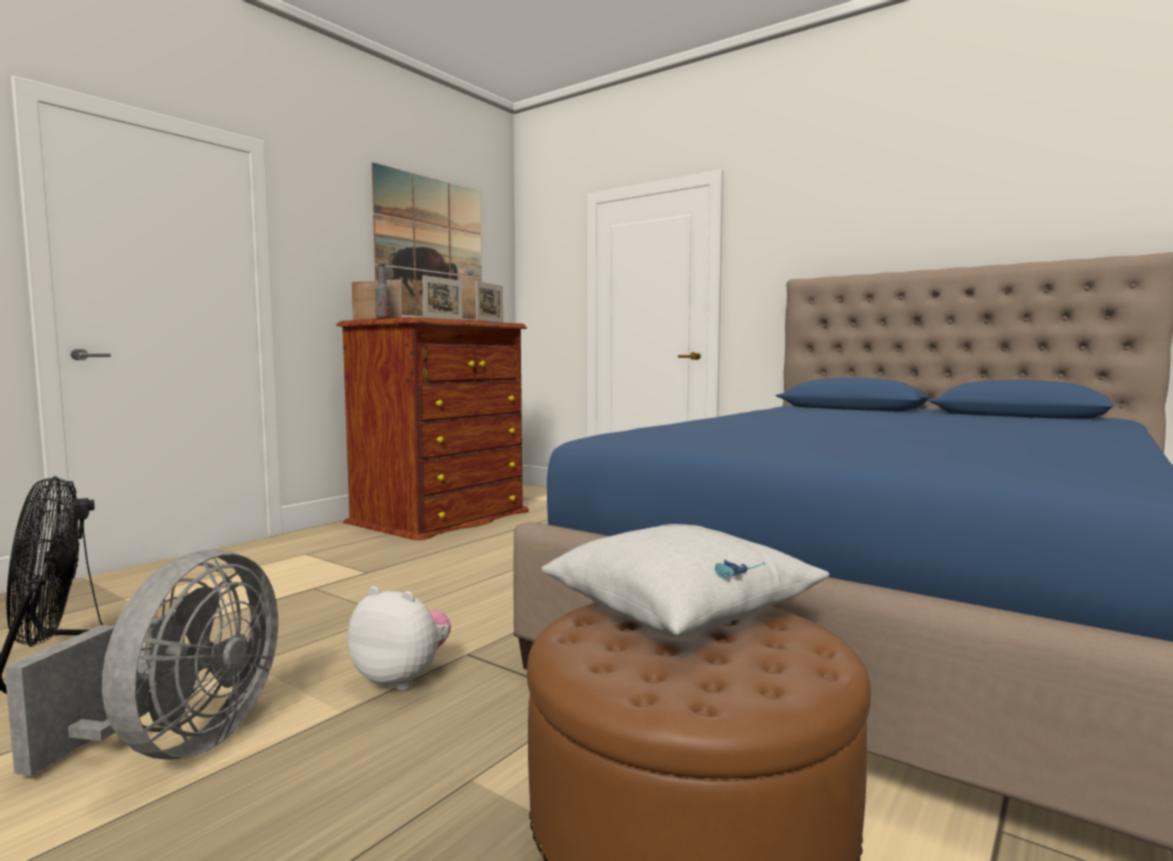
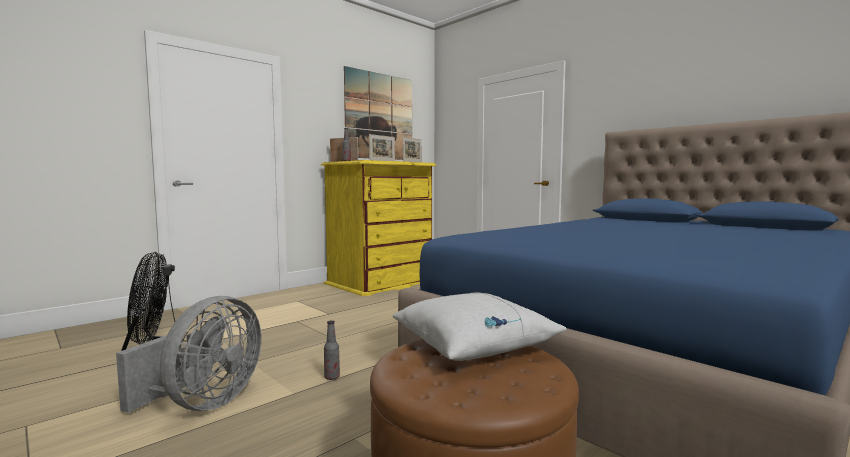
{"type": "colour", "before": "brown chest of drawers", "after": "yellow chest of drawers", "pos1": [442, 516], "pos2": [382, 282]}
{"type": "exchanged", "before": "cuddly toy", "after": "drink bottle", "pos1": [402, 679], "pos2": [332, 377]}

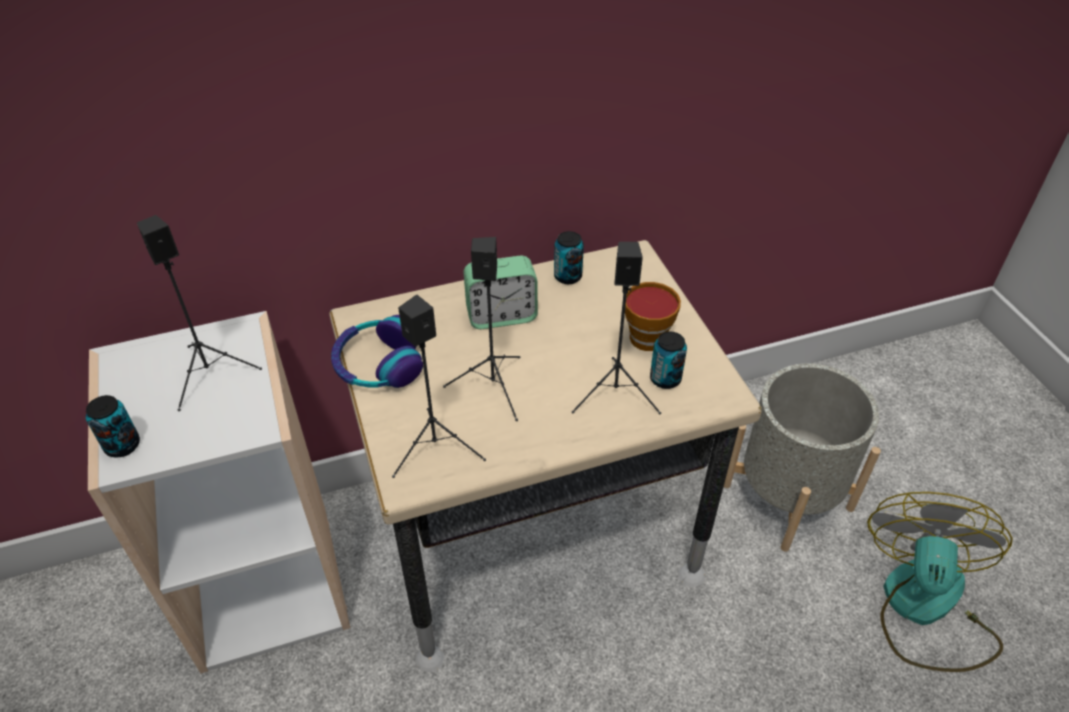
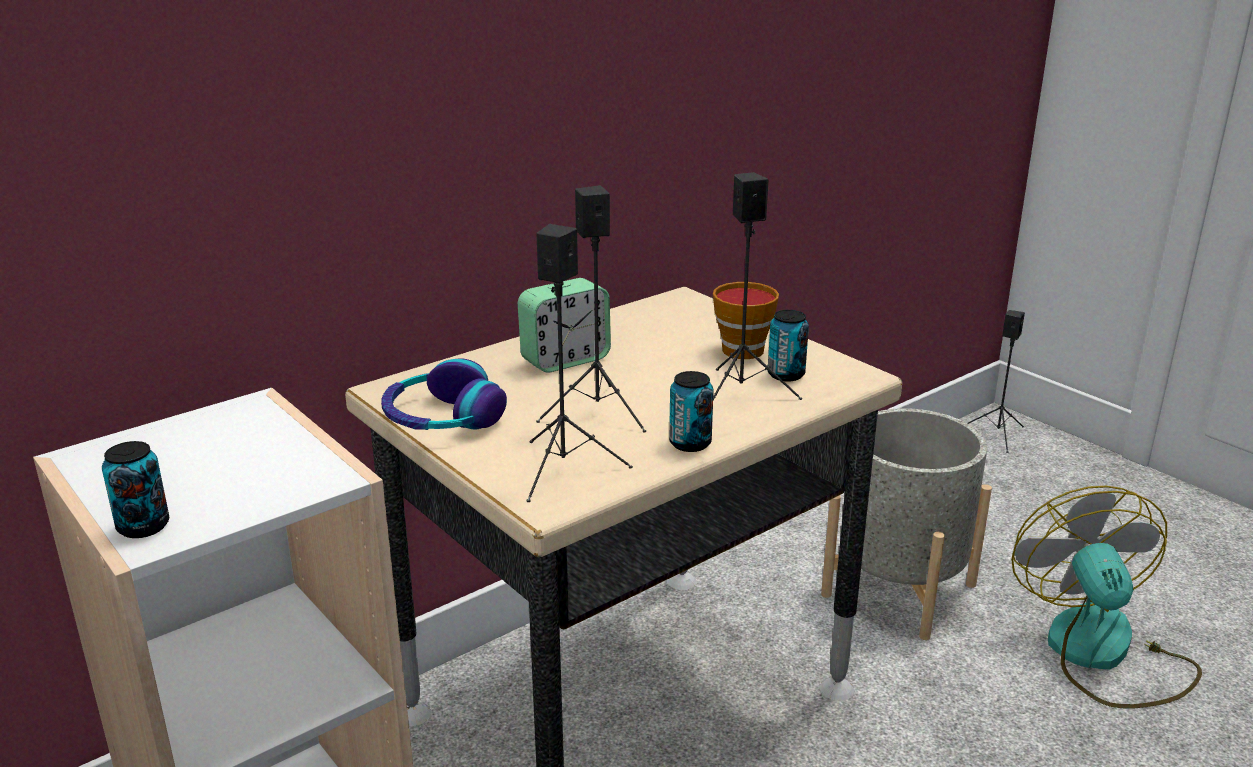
{"type": "relocated", "before": "black-coloured speaker", "pos1": [211, 374], "pos2": [997, 434]}
{"type": "relocated", "before": "metal can", "pos1": [568, 276], "pos2": [690, 443]}

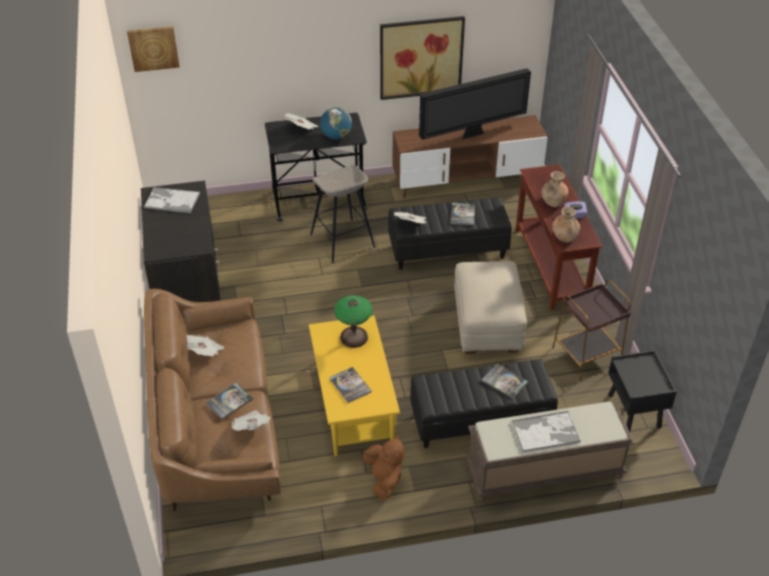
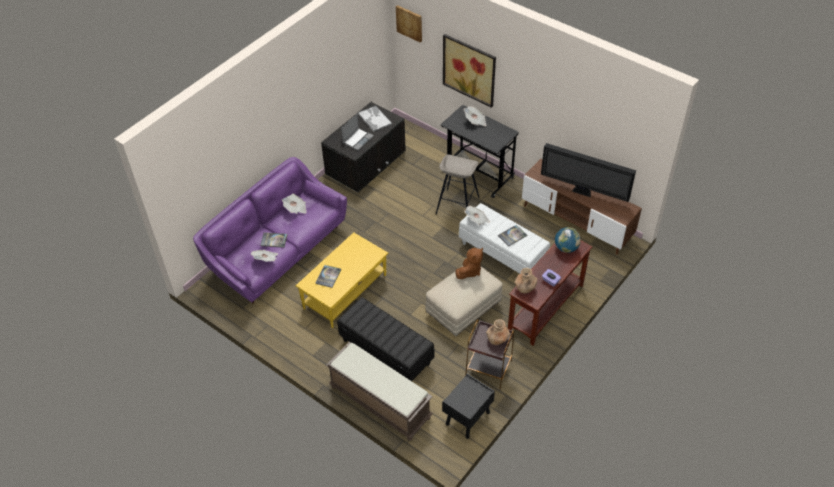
{"type": "relocated", "before": "wall art", "pos1": [421, 57], "pos2": [469, 70]}
{"type": "relocated", "before": "desk globe", "pos1": [336, 136], "pos2": [566, 248]}
{"type": "relocated", "before": "brown vase", "pos1": [553, 201], "pos2": [497, 339]}
{"type": "colour", "before": "black-coloured pouffe", "after": "white pouffe", "pos1": [447, 251], "pos2": [503, 254]}
{"type": "colour", "before": "brown settee", "after": "purple settee", "pos1": [217, 427], "pos2": [277, 252]}
{"type": "missing", "before": "lamp for a table", "pos1": [354, 337]}
{"type": "missing", "before": "book", "pos1": [504, 381]}
{"type": "missing", "before": "carrying tray", "pos1": [546, 432]}
{"type": "relocated", "before": "brown cuddly toy", "pos1": [384, 479], "pos2": [469, 271]}
{"type": "appeared", "after": "laptop", "pos2": [358, 139]}

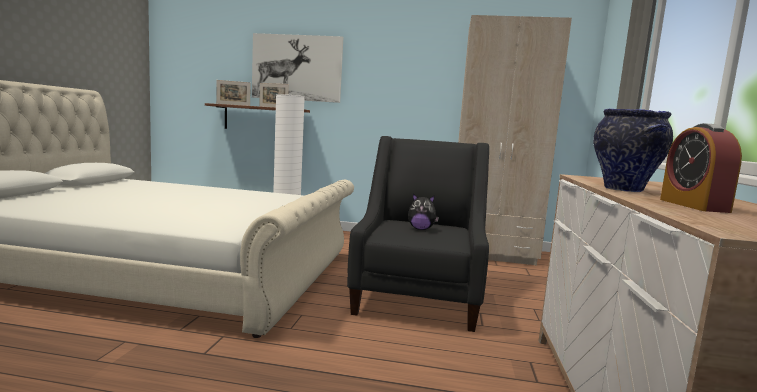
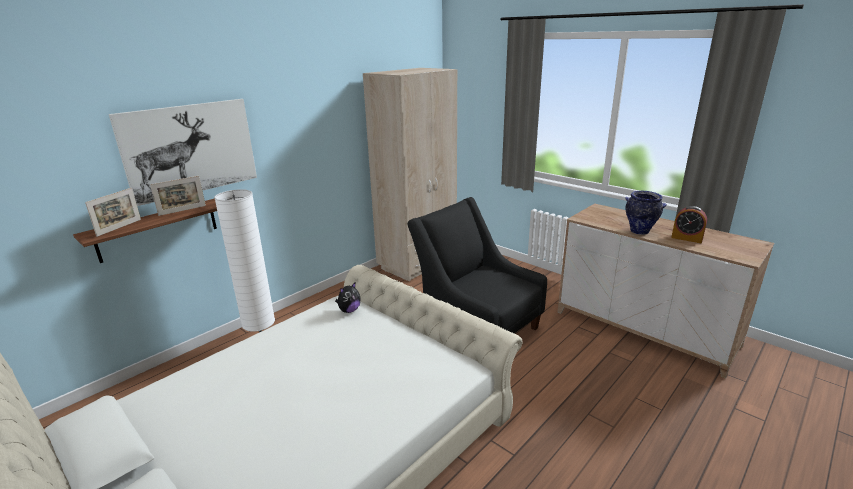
{"type": "relocated", "before": "cuddly toy", "pos1": [421, 229], "pos2": [349, 310]}

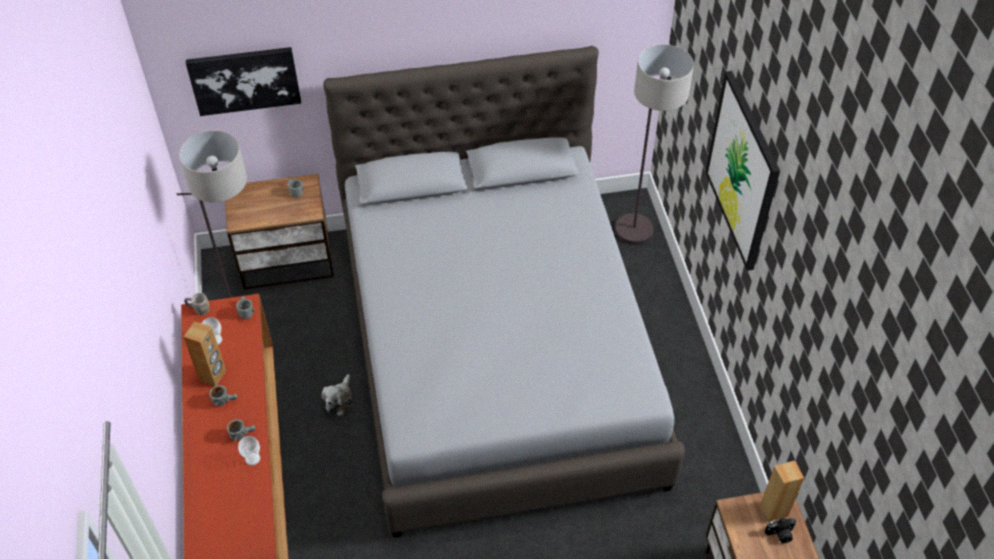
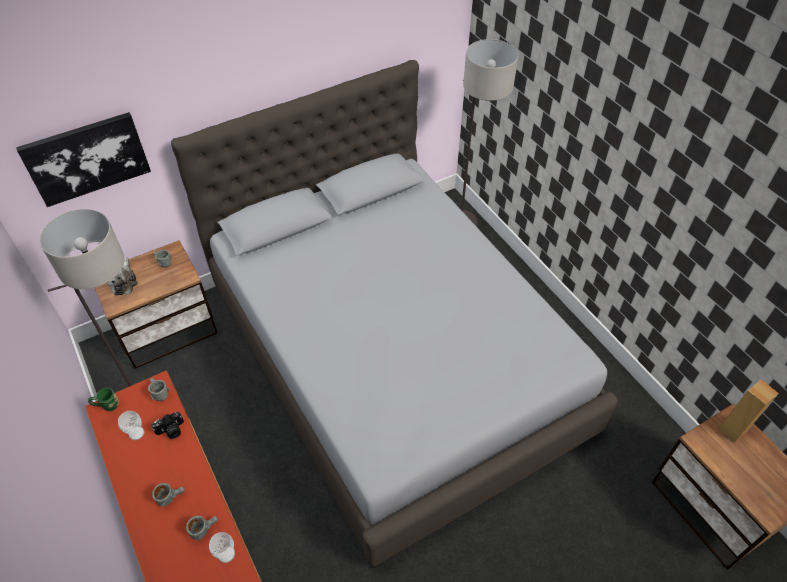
{"type": "missing", "before": "wall art", "pos1": [742, 171]}
{"type": "colour", "before": "greyish mug", "after": "greenish mug", "pos1": [199, 309], "pos2": [107, 405]}
{"type": "missing", "before": "brown speaker", "pos1": [213, 375]}
{"type": "relocated", "before": "cuddly toy", "pos1": [339, 400], "pos2": [124, 282]}
{"type": "relocated", "before": "still camera", "pos1": [780, 534], "pos2": [171, 431]}

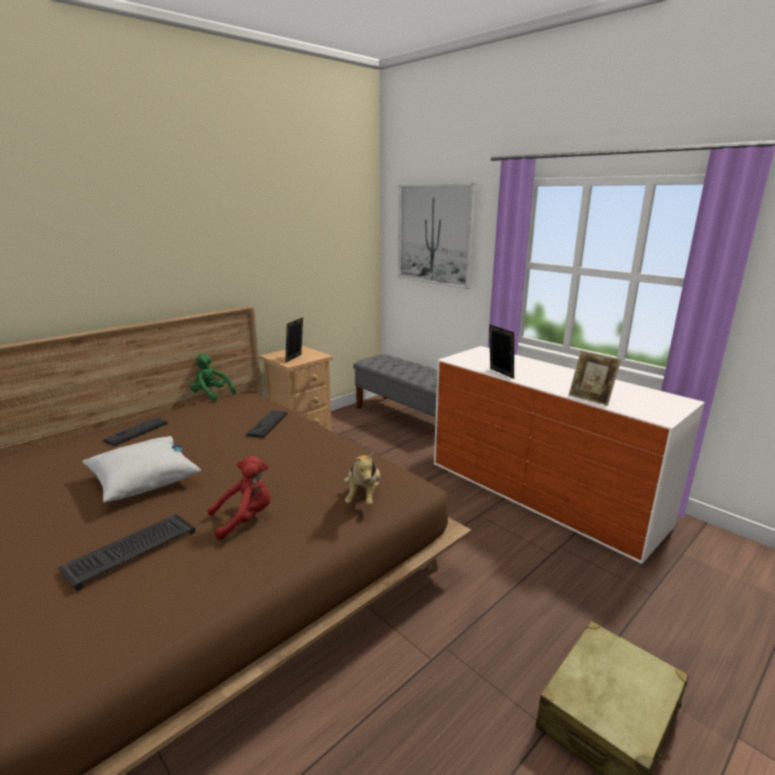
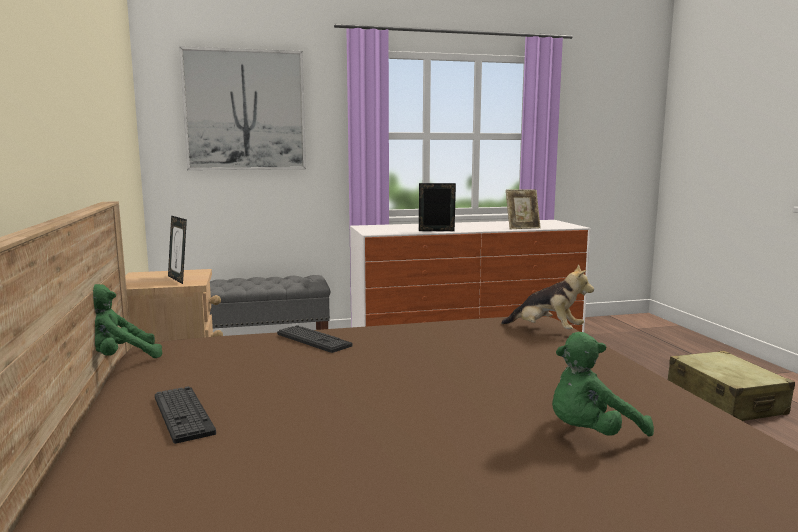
{"type": "missing", "before": "greyish throw pillow", "pos1": [144, 481]}
{"type": "missing", "before": "reddish cuddly toy", "pos1": [245, 519]}
{"type": "exchanged", "before": "keyboard", "after": "greenish cuddly toy", "pos1": [131, 549], "pos2": [591, 434]}

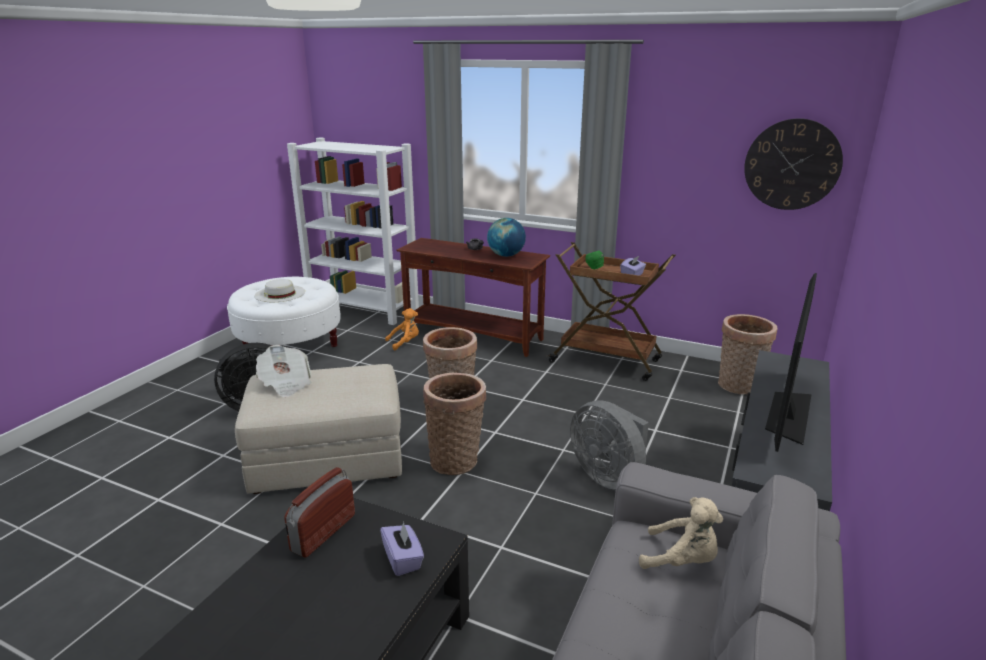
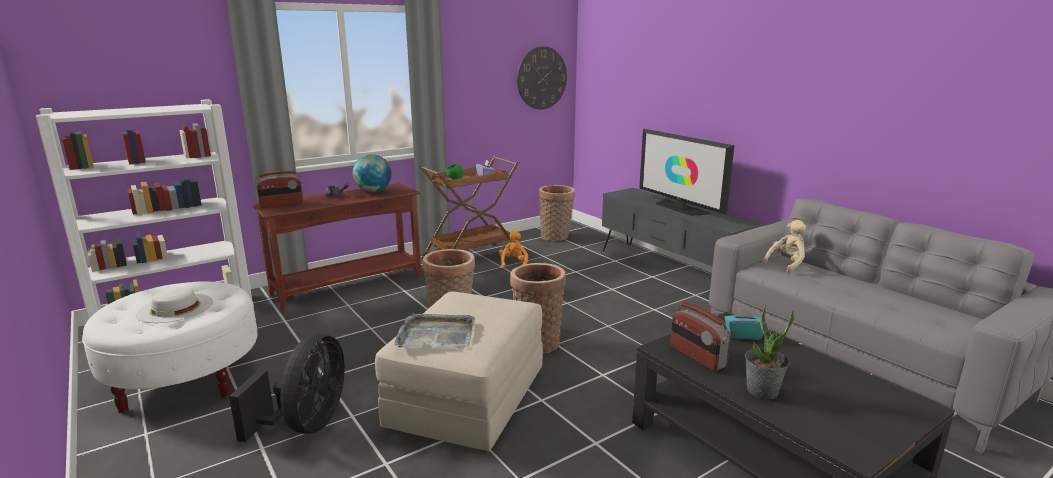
{"type": "relocated", "before": "orange cuddly toy", "pos1": [405, 343], "pos2": [513, 264]}
{"type": "exchanged", "before": "daily paper", "after": "greyish carrying tray", "pos1": [285, 384], "pos2": [436, 335]}
{"type": "missing", "before": "greyish cooling fan", "pos1": [608, 475]}
{"type": "colour", "before": "purple tissue holder", "after": "blue-green tissue holder", "pos1": [403, 559], "pos2": [743, 335]}
{"type": "appeared", "after": "radio receiver", "pos2": [281, 204]}
{"type": "appeared", "after": "potted plant", "pos2": [762, 391]}

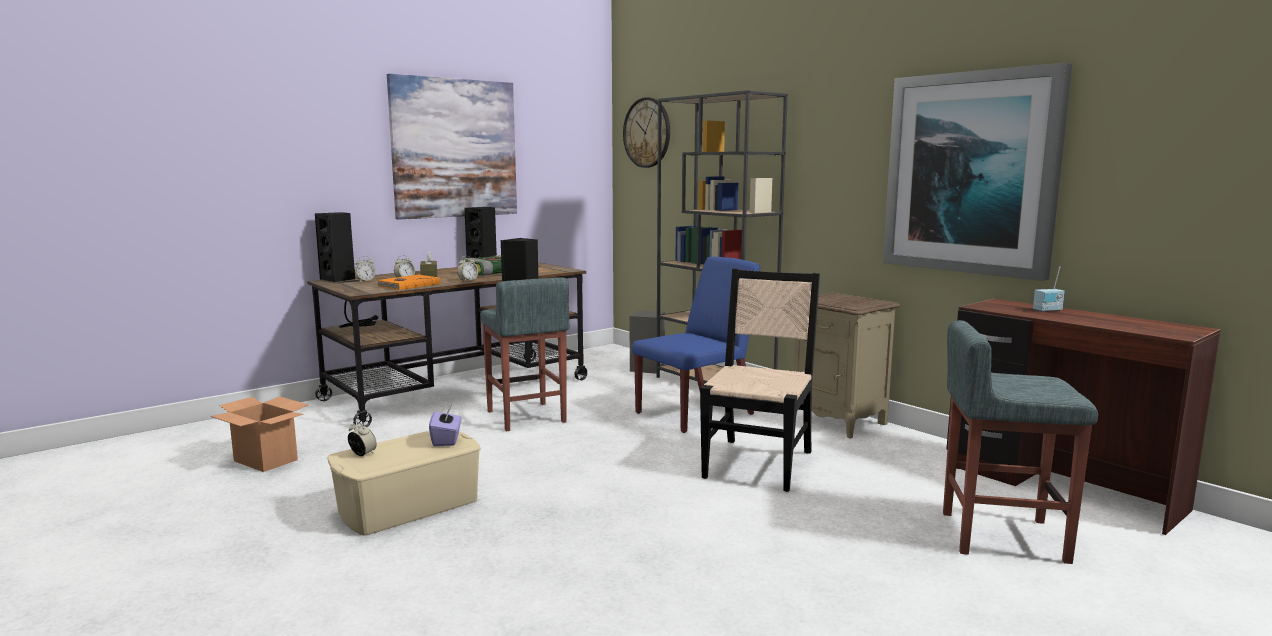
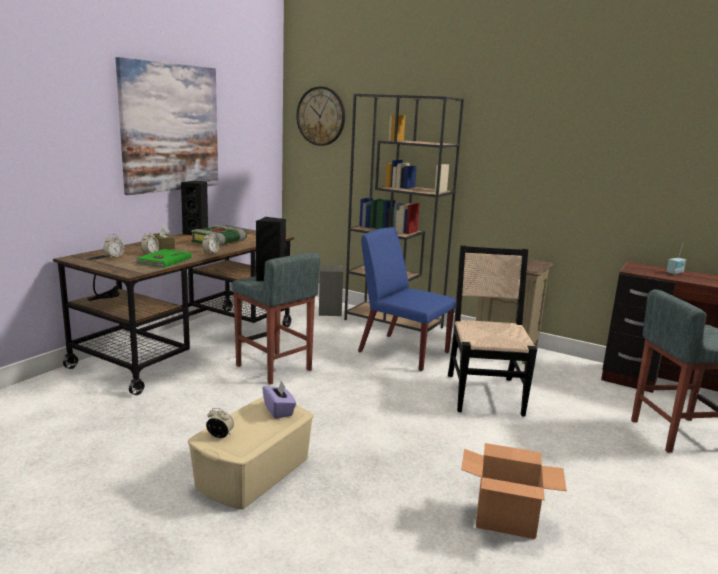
{"type": "missing", "before": "wall art", "pos1": [971, 173]}
{"type": "missing", "before": "black-coloured speaker", "pos1": [338, 279]}
{"type": "spun", "before": "blue plain chair", "pos1": [695, 413], "pos2": [402, 352], "turn": -90}
{"type": "colour", "before": "orange book", "after": "greenish book", "pos1": [408, 285], "pos2": [163, 260]}
{"type": "relocated", "before": "carton", "pos1": [266, 460], "pos2": [506, 520]}

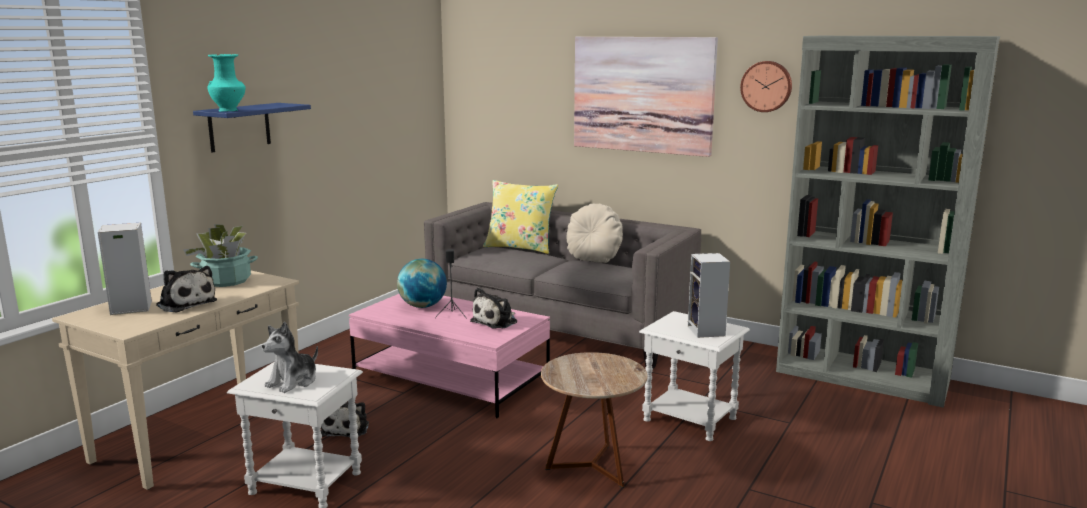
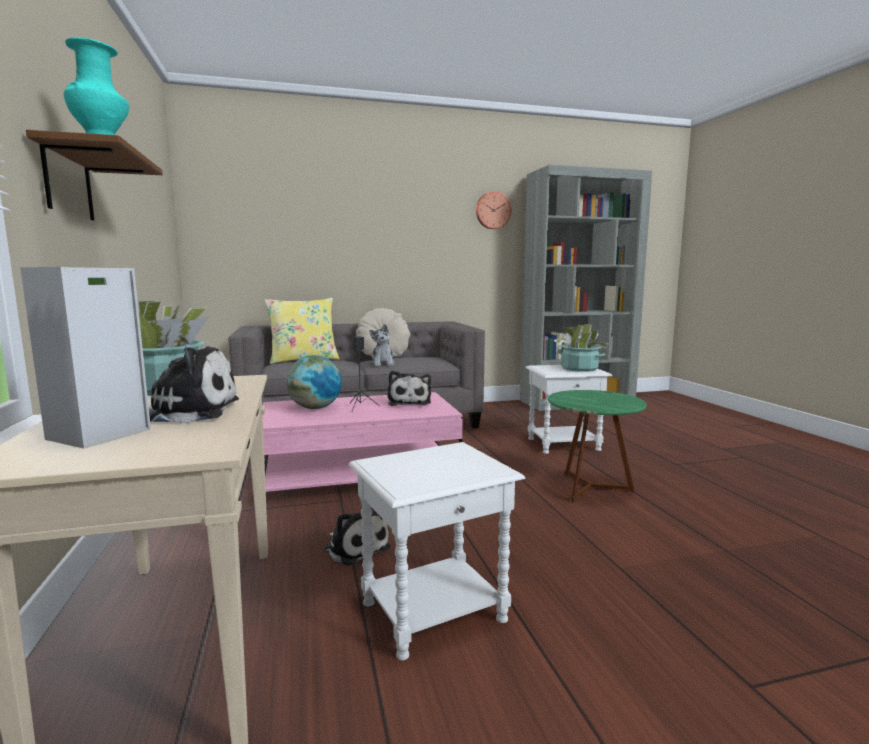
{"type": "missing", "before": "wall art", "pos1": [642, 94]}
{"type": "colour", "before": "blue shelf", "after": "brown shelf", "pos1": [239, 127], "pos2": [68, 183]}
{"type": "exchanged", "before": "speaker", "after": "potted plant", "pos1": [707, 331], "pos2": [579, 368]}
{"type": "relocated", "before": "cuddly toy", "pos1": [293, 382], "pos2": [382, 364]}
{"type": "colour", "before": "brown end table", "after": "greenish end table", "pos1": [592, 467], "pos2": [590, 488]}

